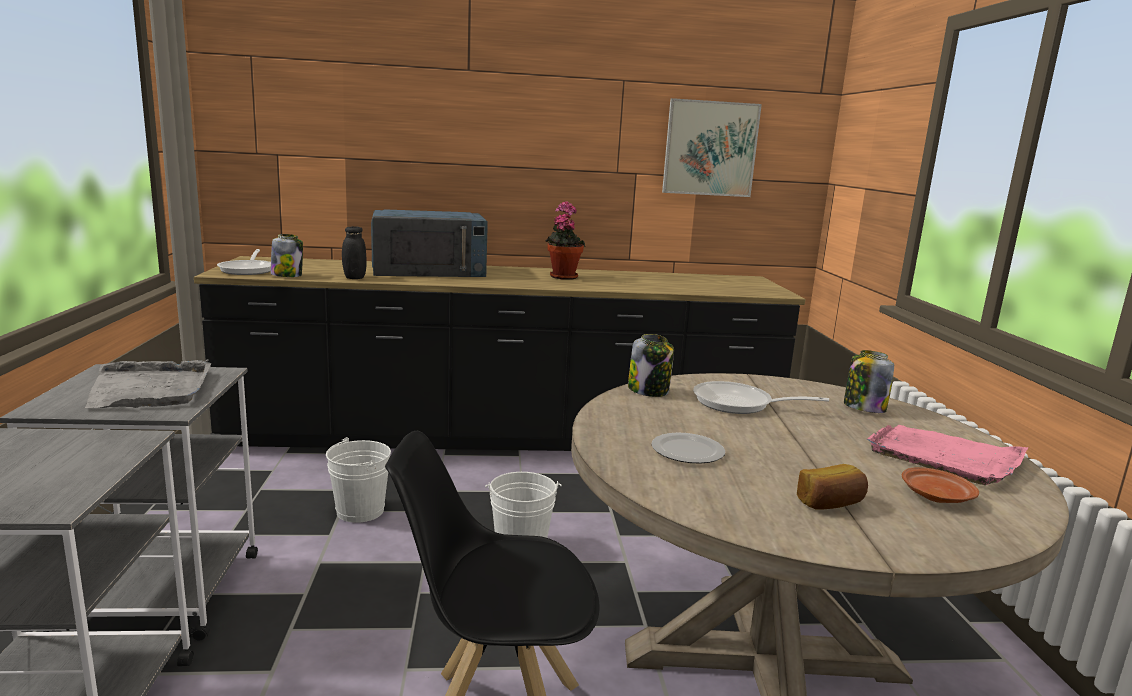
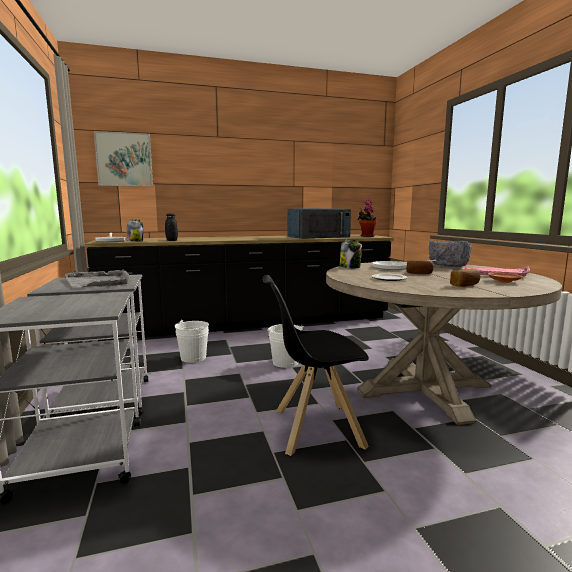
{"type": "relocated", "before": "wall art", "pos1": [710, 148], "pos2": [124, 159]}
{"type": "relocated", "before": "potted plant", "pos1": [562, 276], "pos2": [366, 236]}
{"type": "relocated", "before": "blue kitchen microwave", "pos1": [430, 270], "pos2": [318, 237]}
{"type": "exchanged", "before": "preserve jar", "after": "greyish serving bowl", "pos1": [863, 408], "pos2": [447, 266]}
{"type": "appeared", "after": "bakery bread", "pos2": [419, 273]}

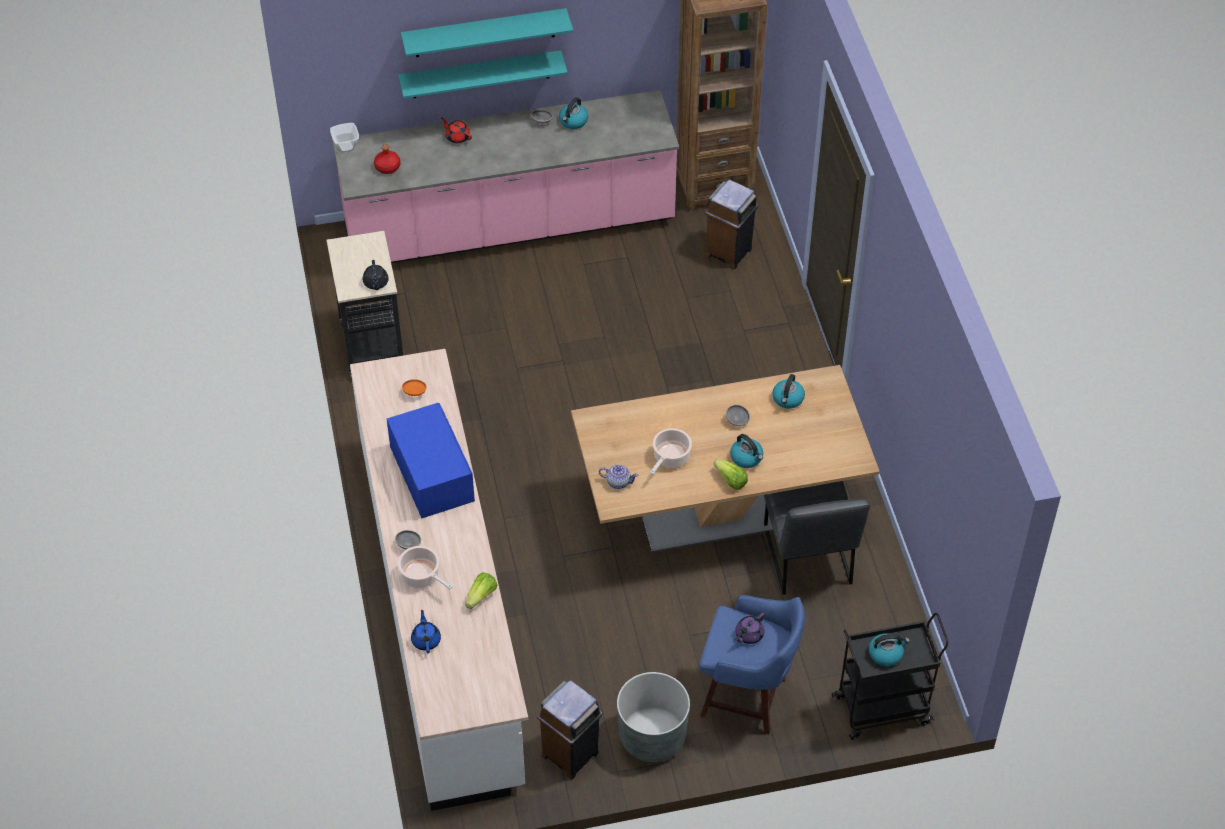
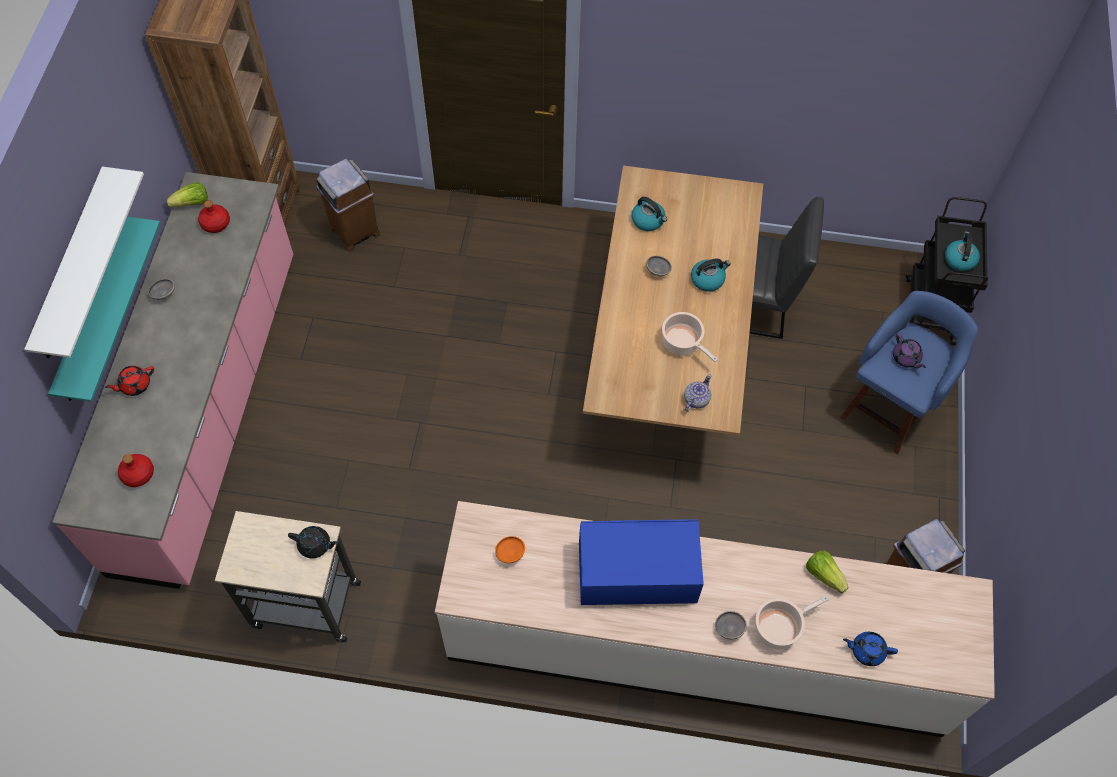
{"type": "colour", "before": "blue-green shelf", "after": "white shelf", "pos1": [484, 33], "pos2": [72, 267]}
{"type": "missing", "before": "tea kettle", "pos1": [573, 121]}
{"type": "missing", "before": "serving bowl", "pos1": [347, 146]}
{"type": "relocated", "before": "head of lettuce", "pos1": [730, 481], "pos2": [192, 203]}
{"type": "missing", "before": "greyish flower pot", "pos1": [652, 737]}
{"type": "appeared", "after": "reddish drink bottle", "pos2": [215, 223]}

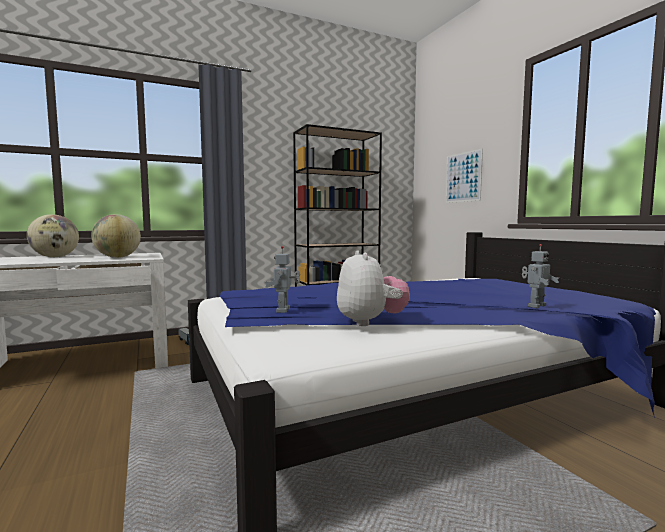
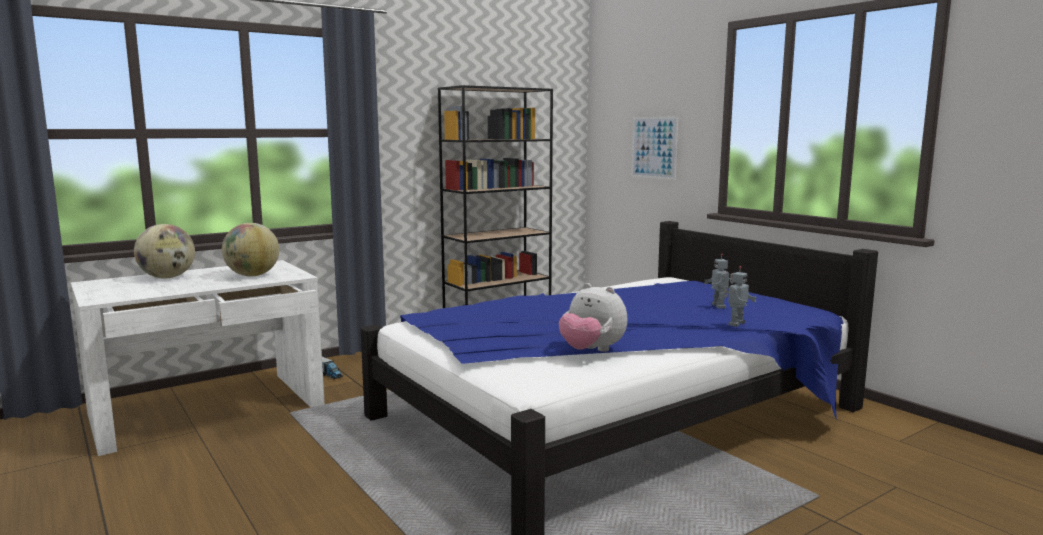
{"type": "relocated", "before": "model robot", "pos1": [284, 310], "pos2": [719, 306]}
{"type": "spun", "before": "cuddly toy", "pos1": [370, 322], "pos2": [591, 351], "turn": 150}

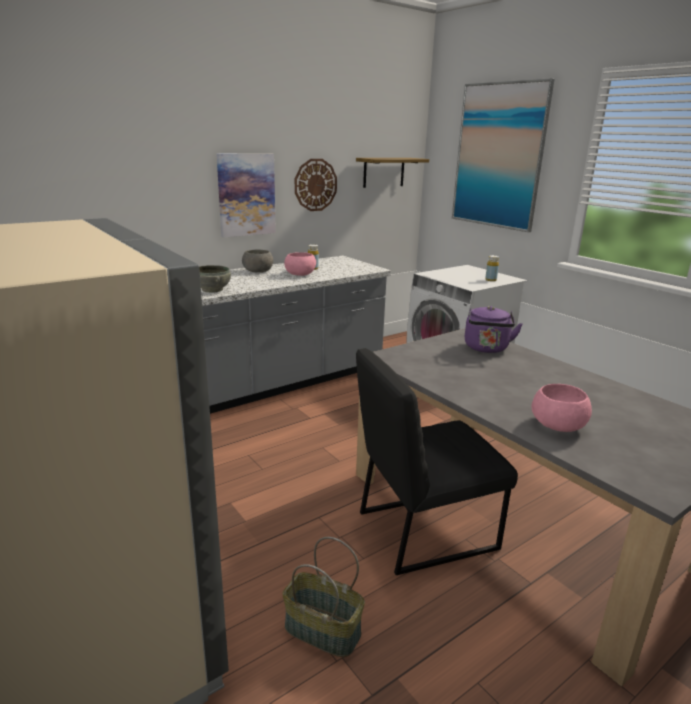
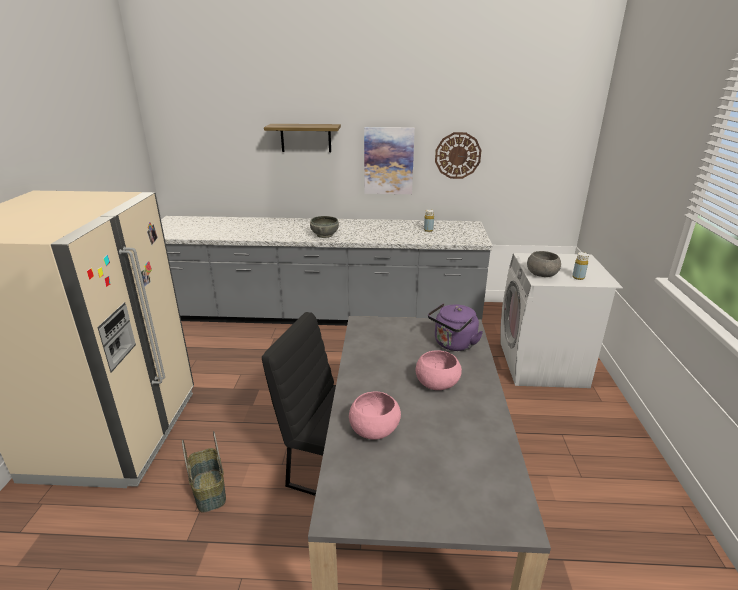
{"type": "missing", "before": "wall art", "pos1": [498, 156]}
{"type": "relocated", "before": "shelf", "pos1": [383, 172], "pos2": [306, 138]}
{"type": "relocated", "before": "greyish serving bowl", "pos1": [258, 271], "pos2": [542, 274]}
{"type": "relocated", "before": "pink-coloured serving bowl", "pos1": [300, 274], "pos2": [437, 383]}

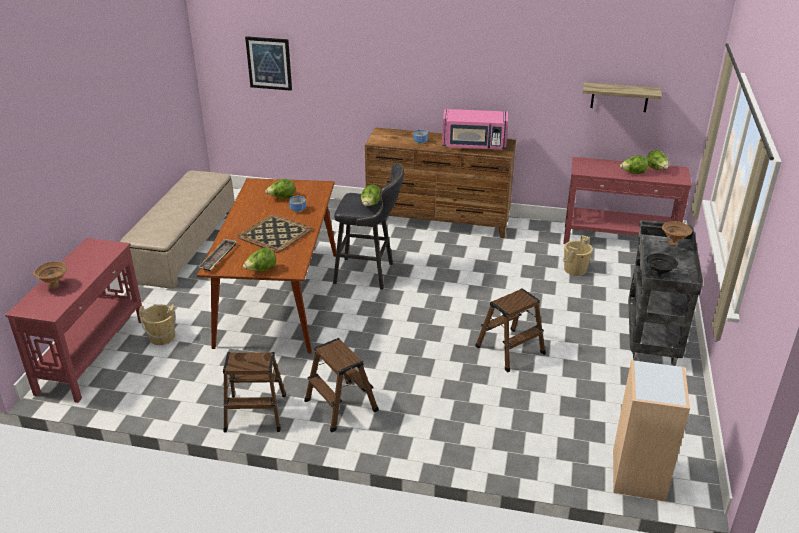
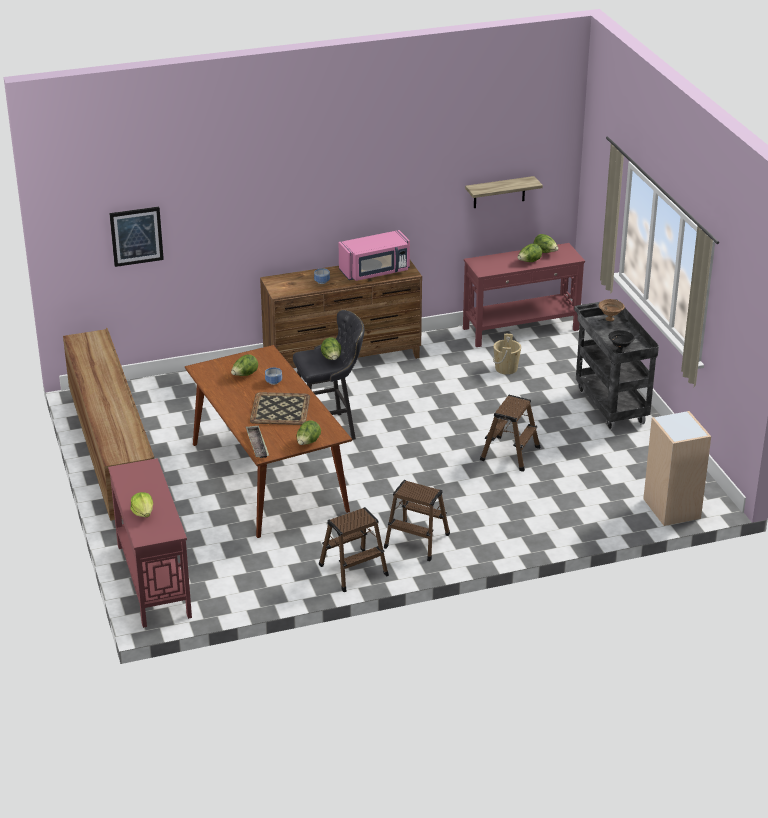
{"type": "exchanged", "before": "beige-coloured bench", "after": "brown storage cabinet", "pos1": [185, 244], "pos2": [112, 458]}
{"type": "exchanged", "before": "brown serving bowl", "after": "head of lettuce", "pos1": [55, 286], "pos2": [143, 513]}
{"type": "missing", "before": "beige-coloured pail", "pos1": [162, 337]}

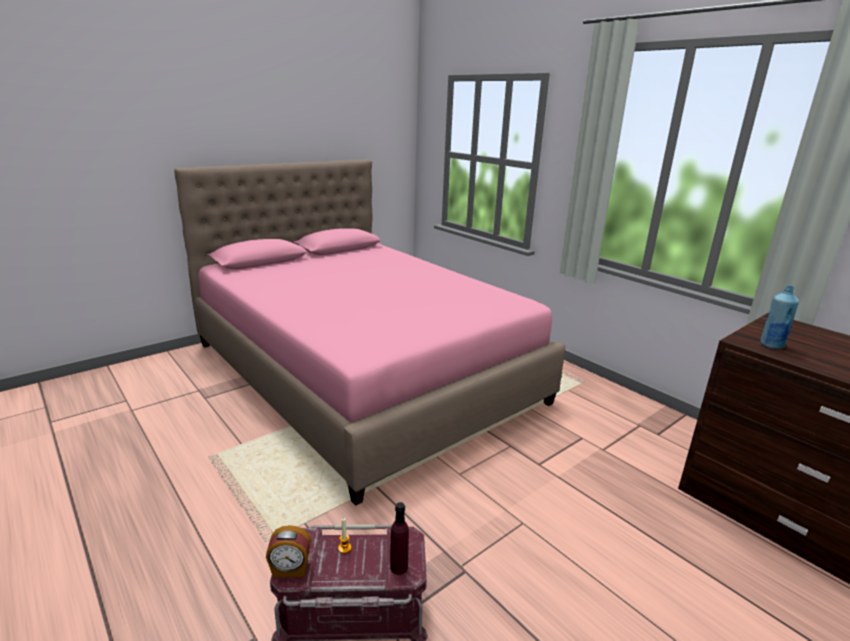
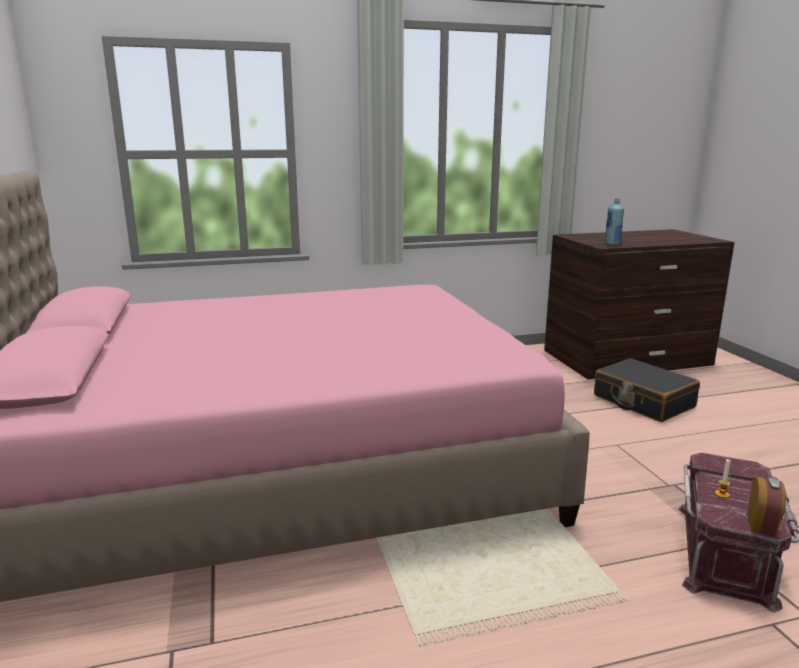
{"type": "missing", "before": "purple drink bottle", "pos1": [399, 567]}
{"type": "appeared", "after": "black-coloured travel case", "pos2": [643, 401]}

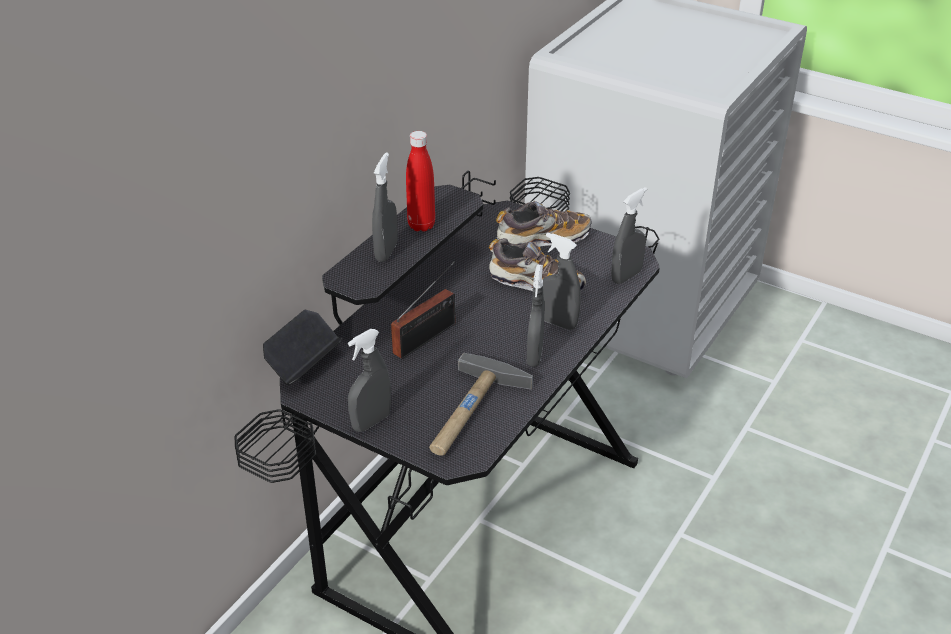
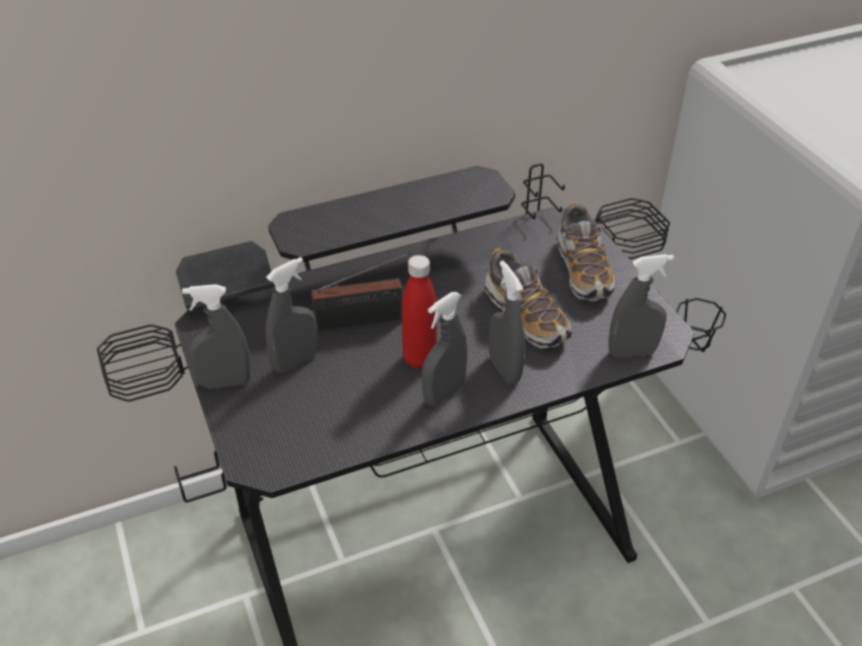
{"type": "relocated", "before": "reddish drink bottle", "pos1": [421, 225], "pos2": [419, 358]}
{"type": "relocated", "before": "greyish hand sprayer", "pos1": [386, 252], "pos2": [295, 361]}
{"type": "spun", "before": "low shoe", "pos1": [542, 239], "pos2": [583, 270], "turn": 60}
{"type": "missing", "before": "hammer", "pos1": [471, 413]}

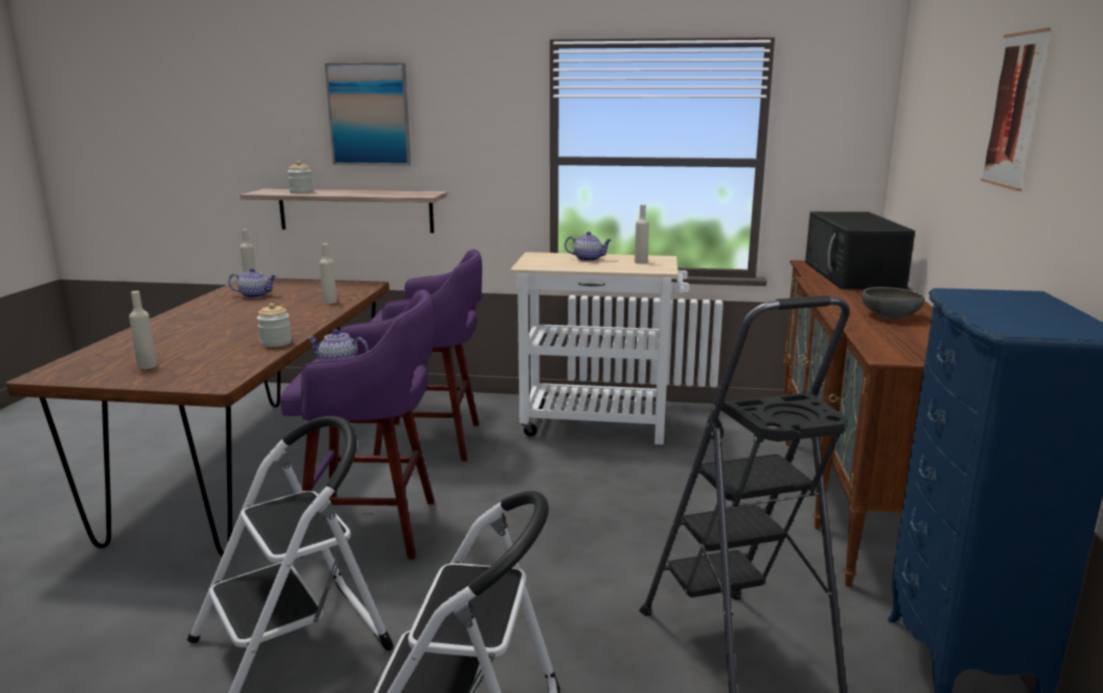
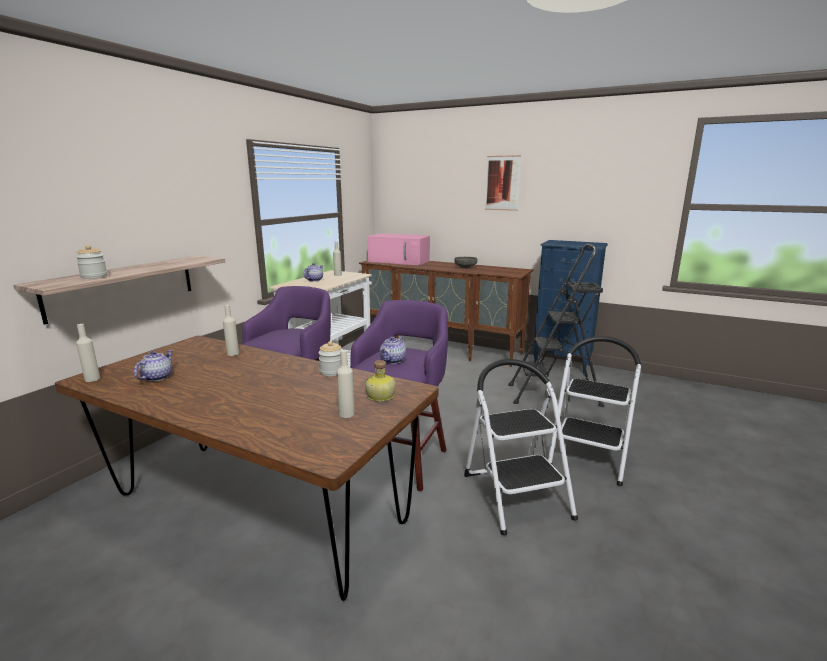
{"type": "missing", "before": "wall art", "pos1": [369, 114]}
{"type": "colour", "before": "black-coloured kitchen microwave", "after": "pink-coloured kitchen microwave", "pos1": [853, 275], "pos2": [400, 261]}
{"type": "appeared", "after": "drink bottle", "pos2": [380, 397]}

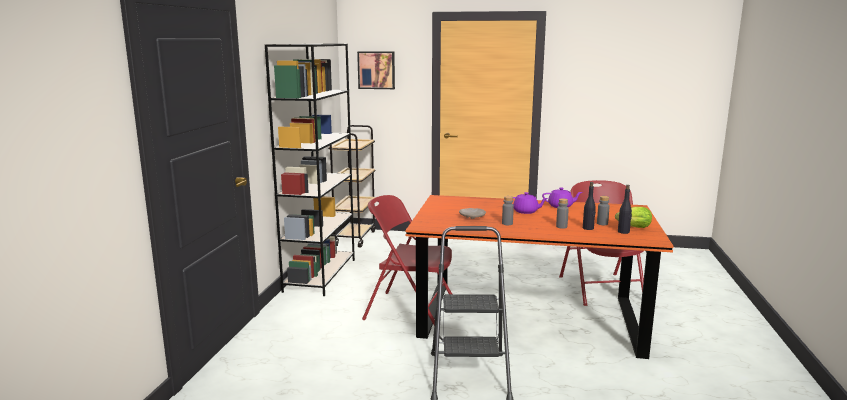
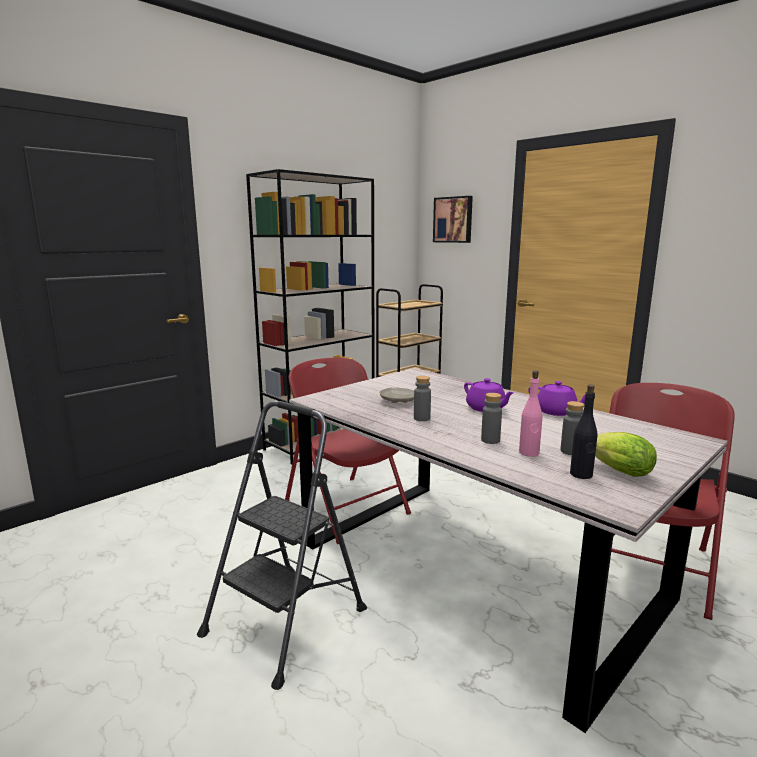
{"type": "colour", "before": "black-coloured drink bottle", "after": "pink-coloured drink bottle", "pos1": [588, 228], "pos2": [529, 453]}
{"type": "colour", "before": "orange kitchen table", "after": "greyish kitchen table", "pos1": [529, 316], "pos2": [476, 568]}

